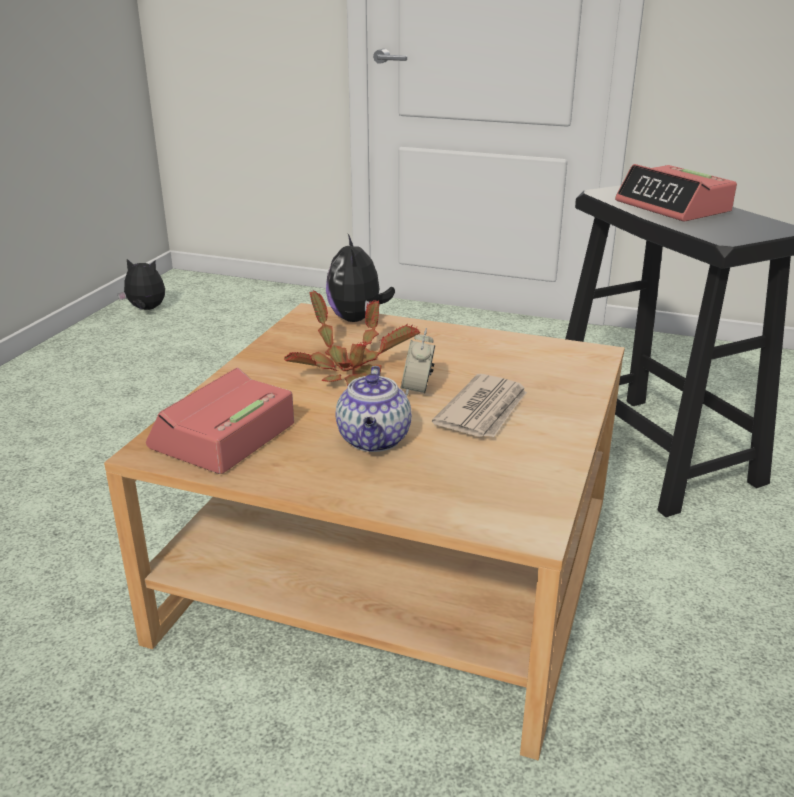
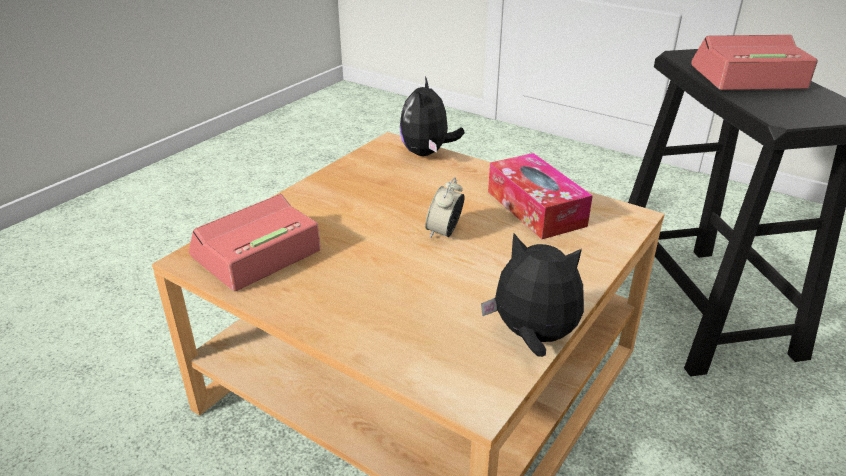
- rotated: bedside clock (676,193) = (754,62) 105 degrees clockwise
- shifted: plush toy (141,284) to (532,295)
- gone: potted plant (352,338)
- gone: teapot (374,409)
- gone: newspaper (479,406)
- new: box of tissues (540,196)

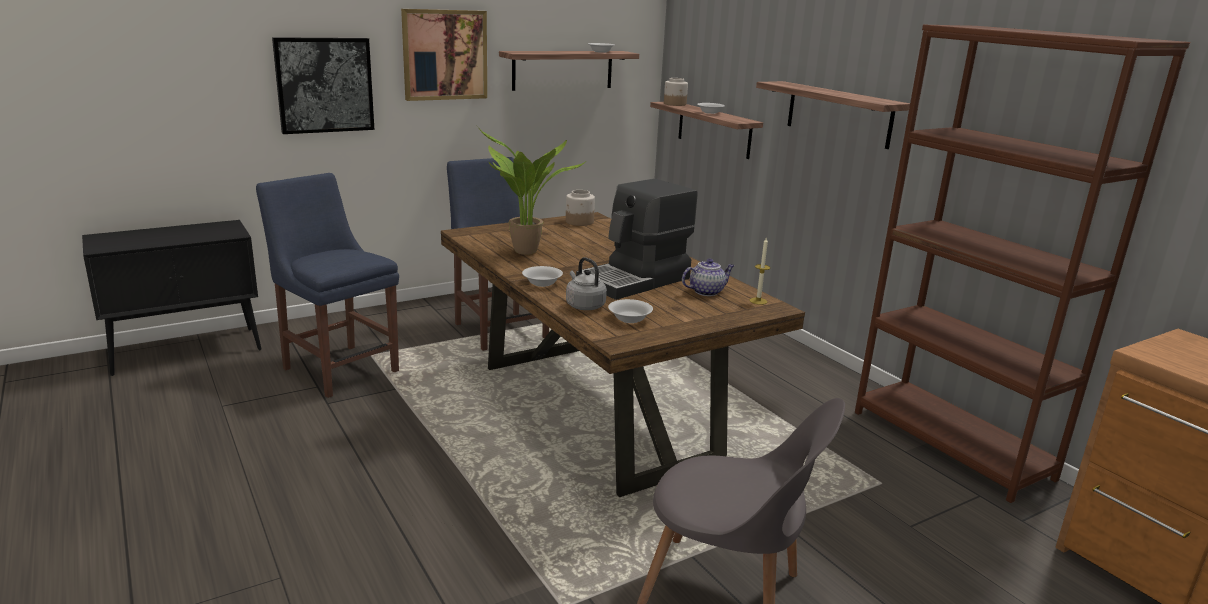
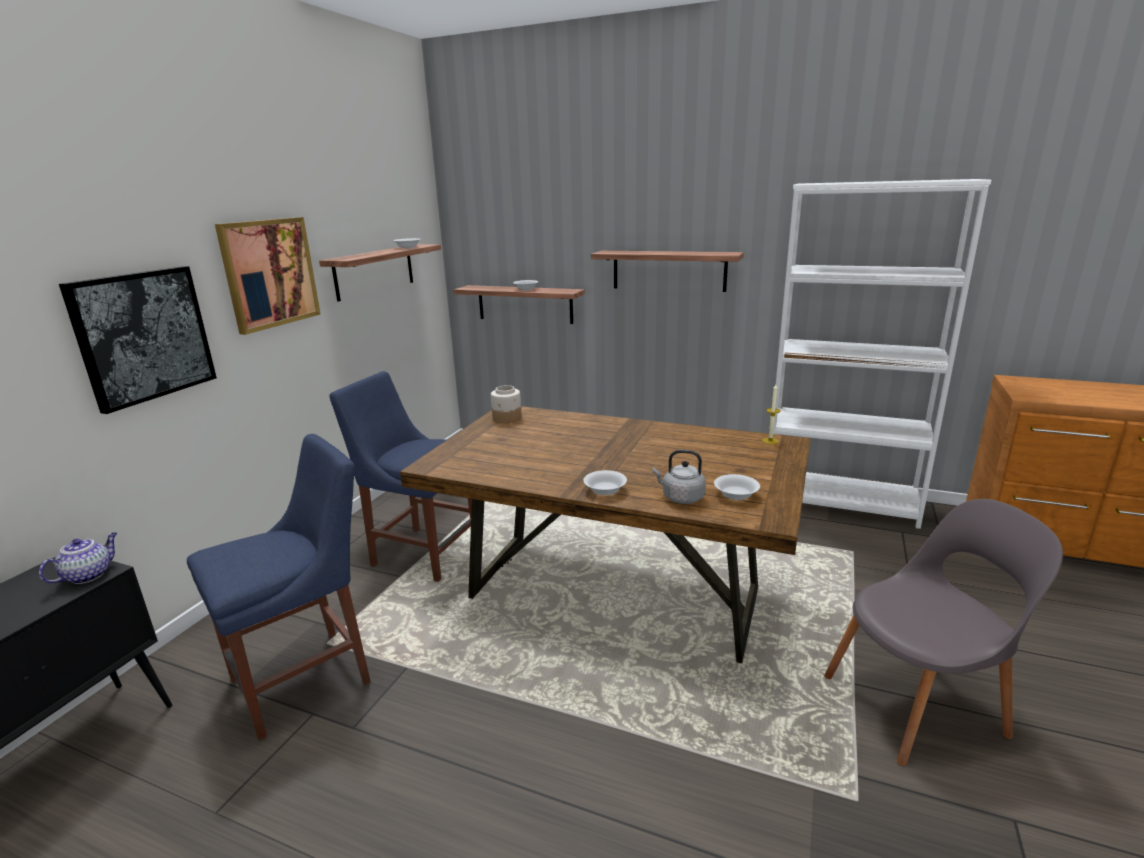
- repainted: brown shelving unit (1022,264) to whitish shelving unit (882,354)
- gone: storage jar (676,92)
- gone: potted plant (531,191)
- rotated: blue-coloured plain chair (327,285) = (279,587) 135 degrees clockwise
- gone: coffee brewer (637,239)
- shifted: teapot (708,277) to (78,558)

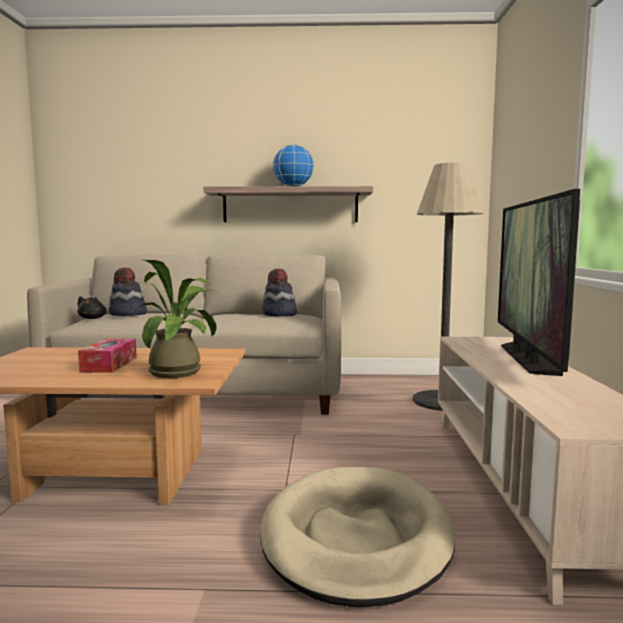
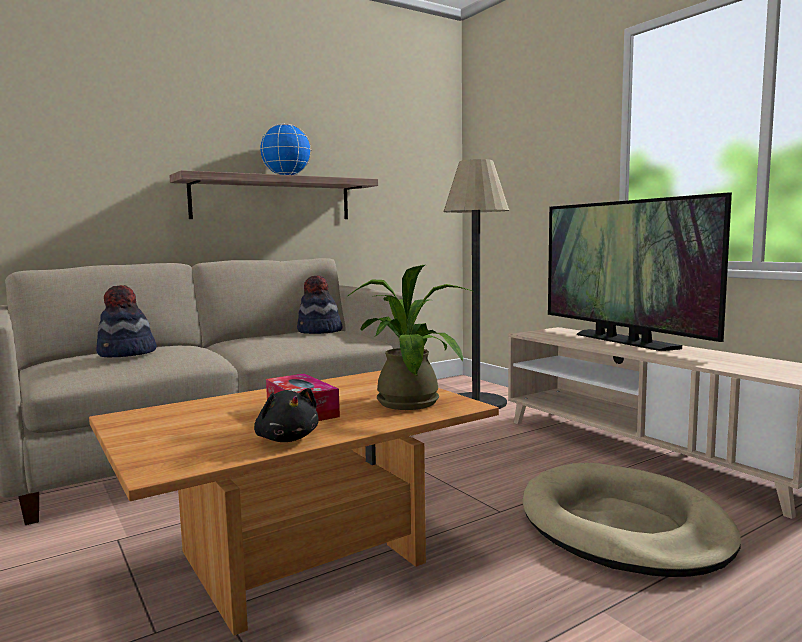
- shifted: blackish plush toy (92,307) to (286,415)

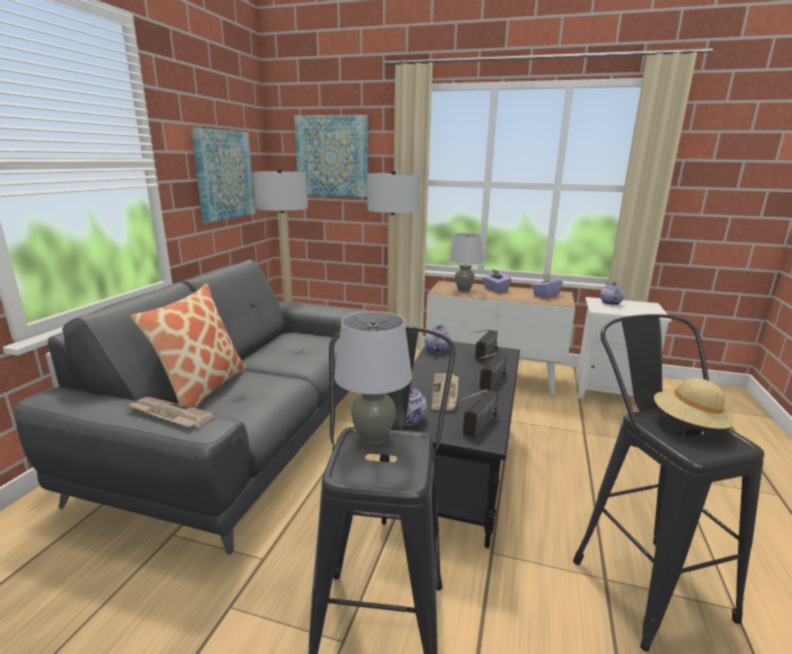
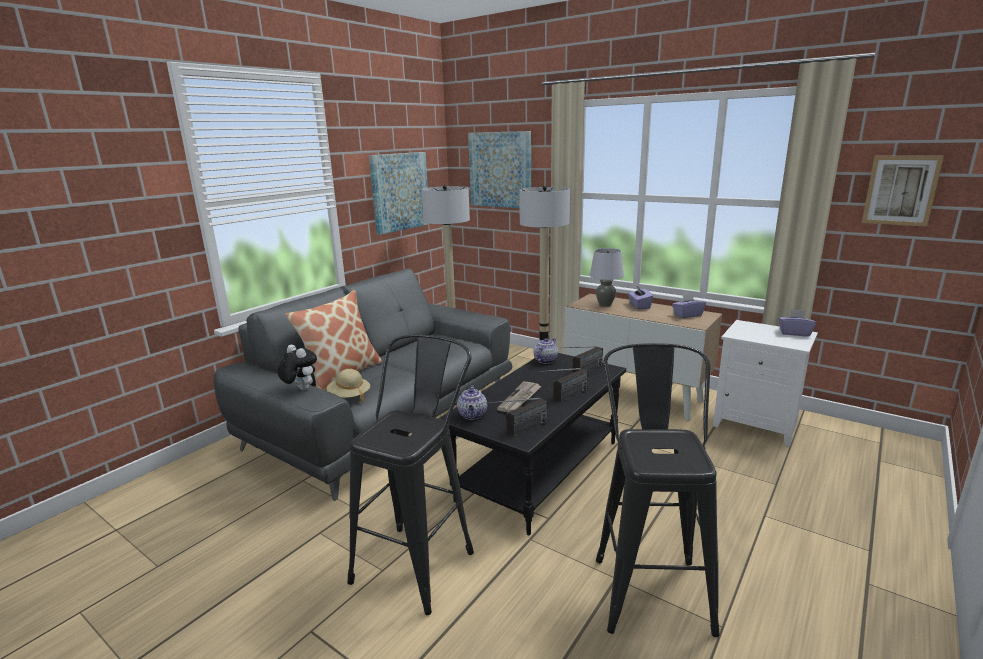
- gone: teapot (612,293)
- gone: gray lamp for a table (373,378)
- shifted: sand-coloured wearable hat (694,405) to (348,385)
- swapped: newspaper (172,412) to plush toy (297,367)
- new: picture (903,191)
- new: purplish box of tissues (797,322)

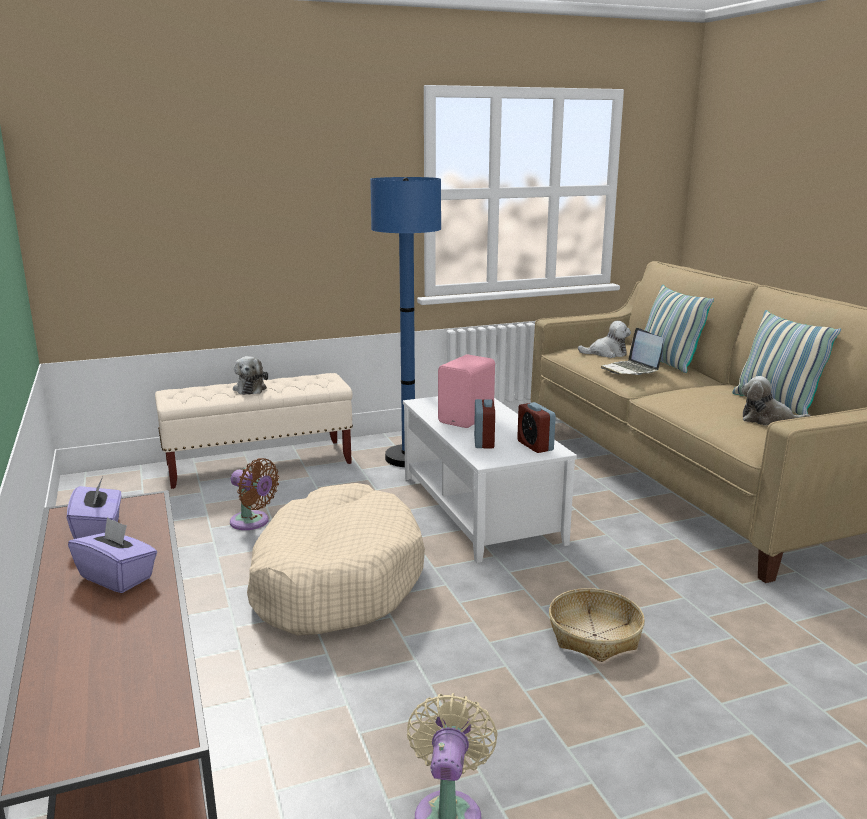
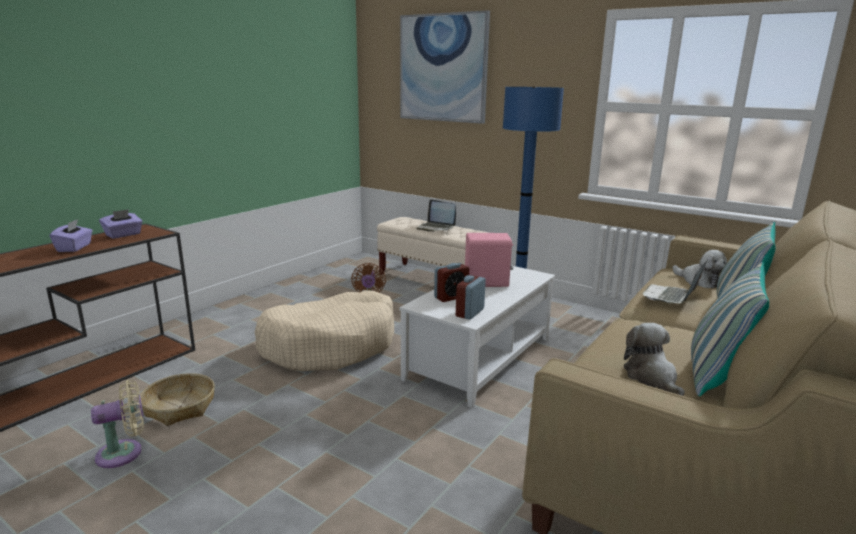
- swapped: plush toy (250,375) to portable computer (436,215)
- shifted: household basket (597,625) to (177,399)
- new: picture (445,67)

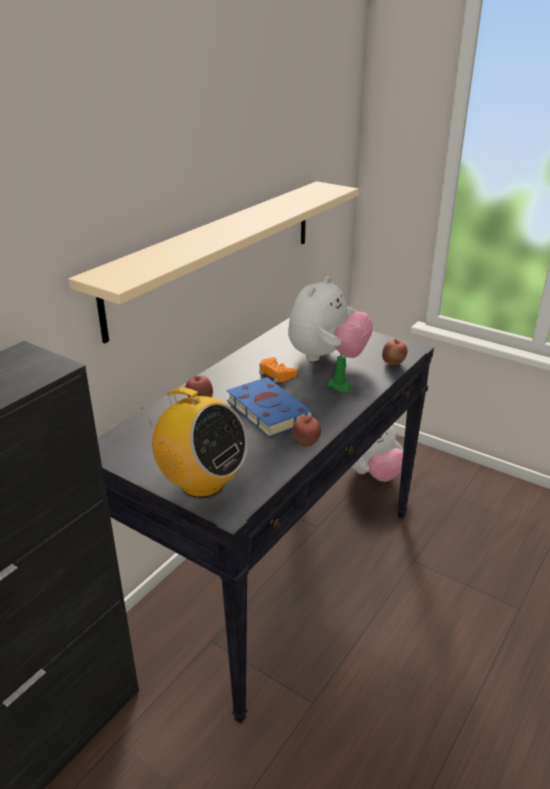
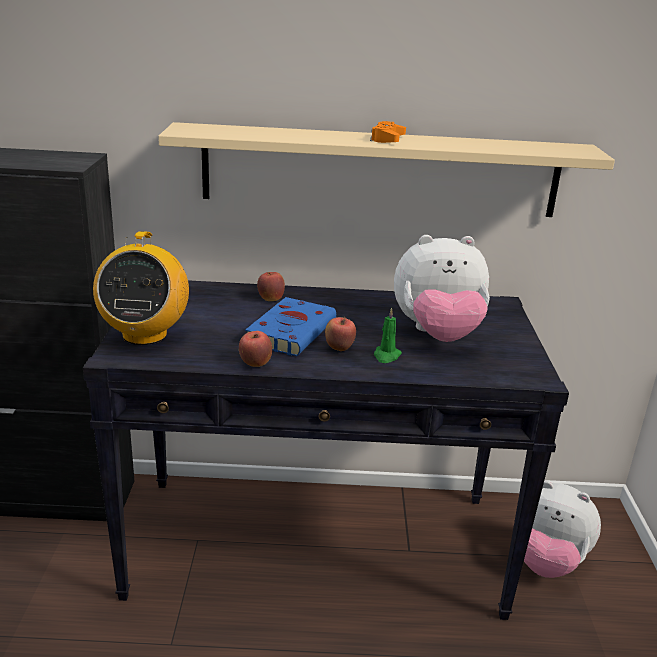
- shifted: apple (394,352) to (340,334)
- shifted: orangey game controller (278,370) to (388,132)

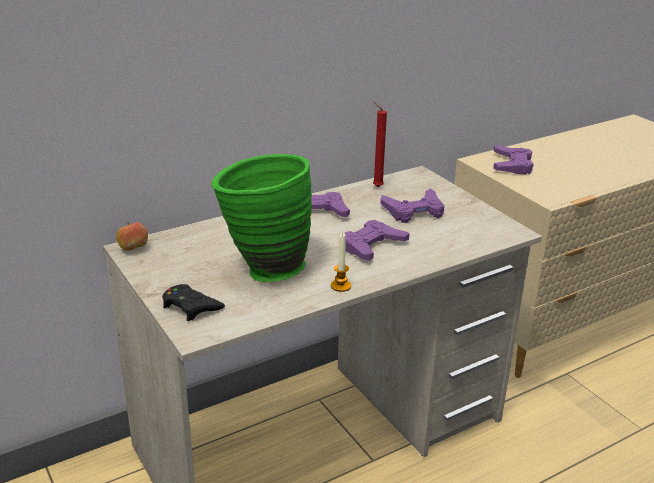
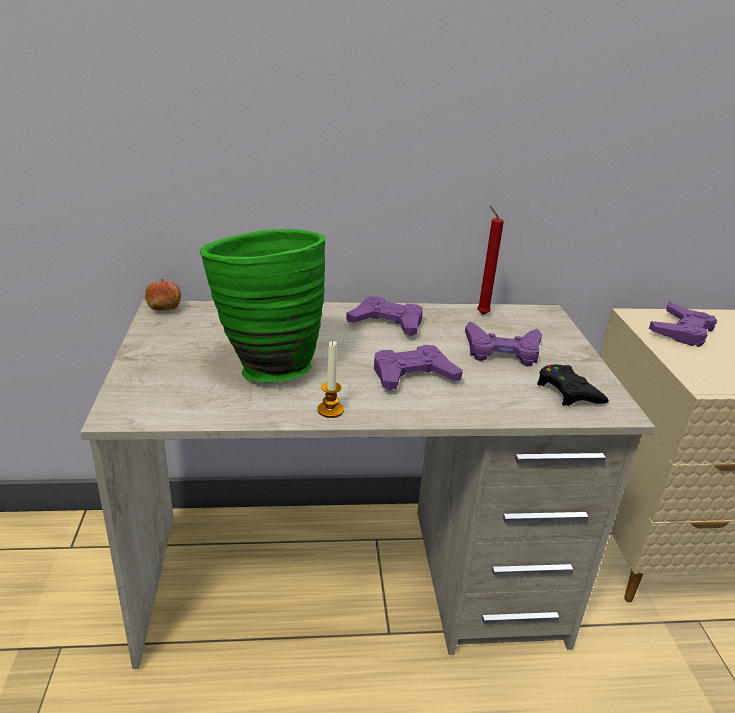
- shifted: blackish game controller (193,302) to (573,385)

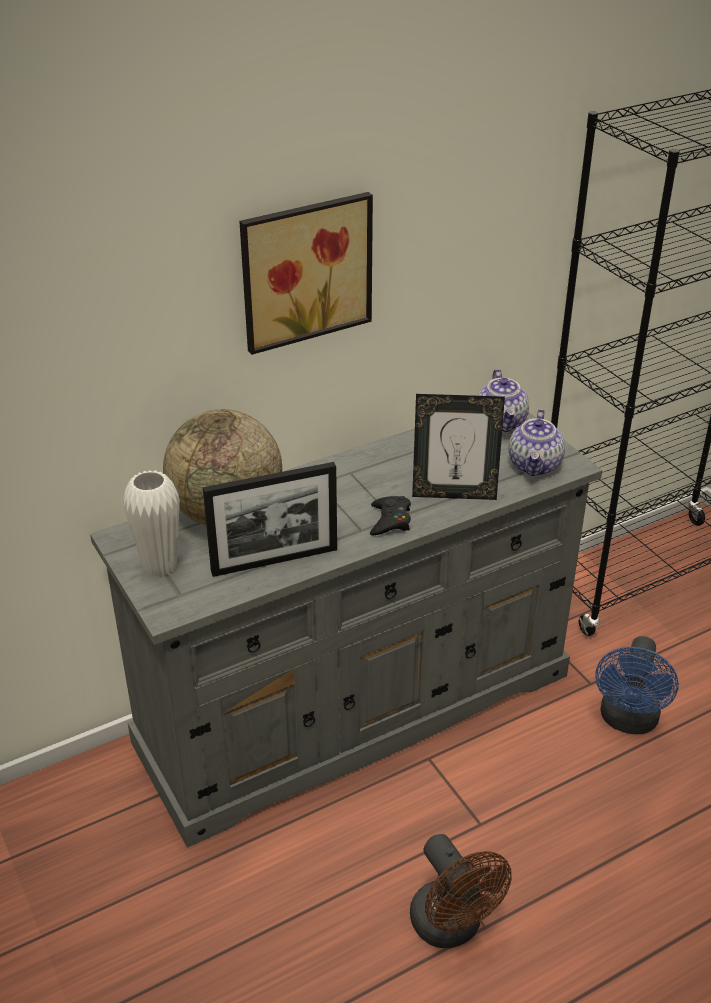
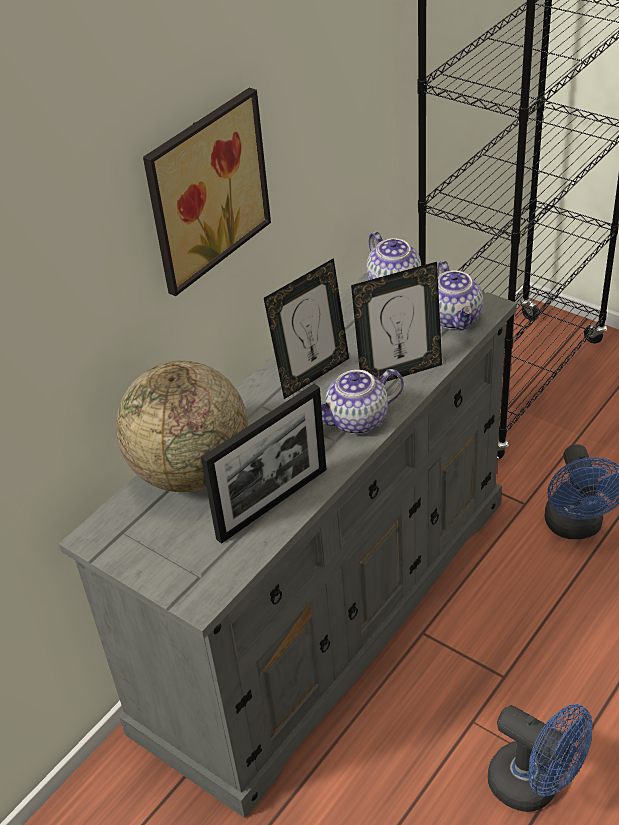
- gone: whitish vase (151,523)
- swapped: blackish game controller (390,515) to teapot (362,401)
- repainted: brown electric fan (461,891) to blue-coloured electric fan (540,758)
- new: photo frame (306,328)

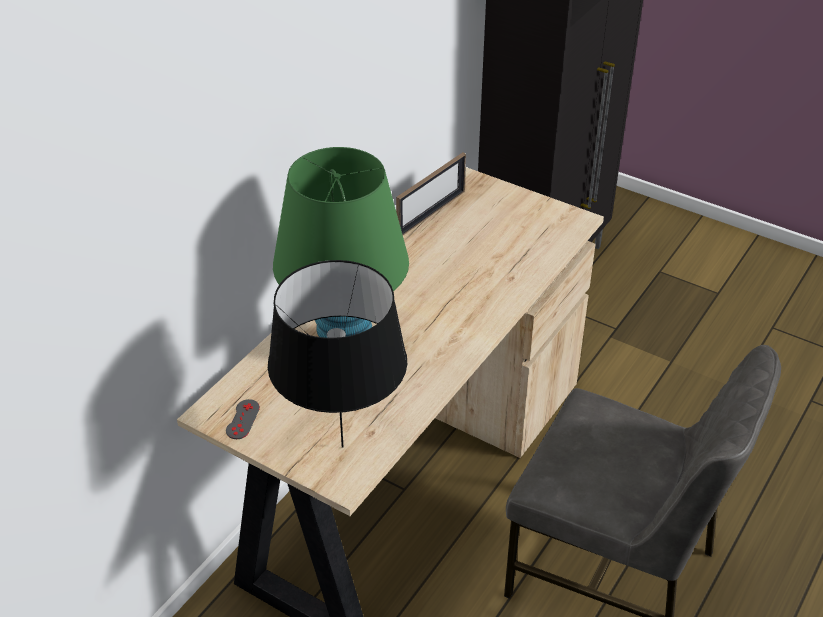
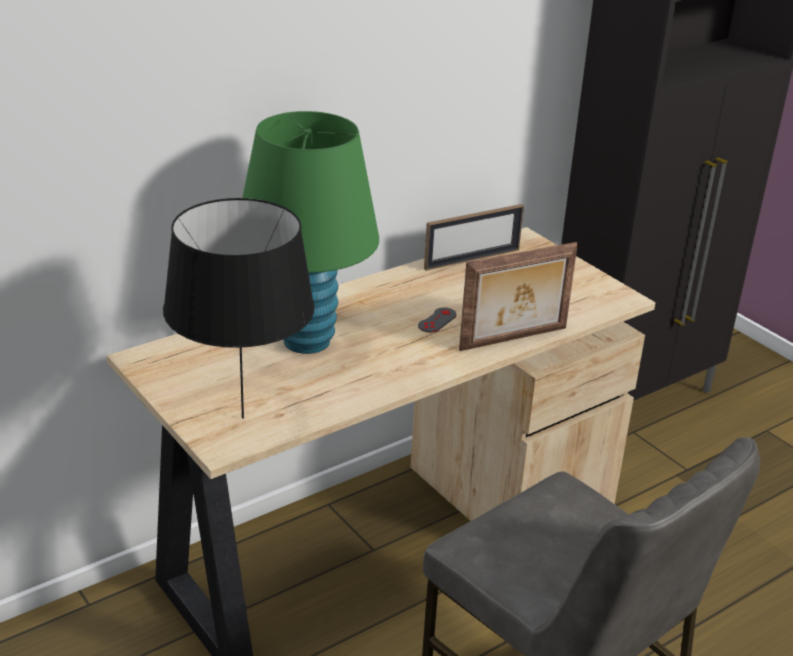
- shifted: gray game controller (243,419) to (437,320)
- new: photo frame (518,296)

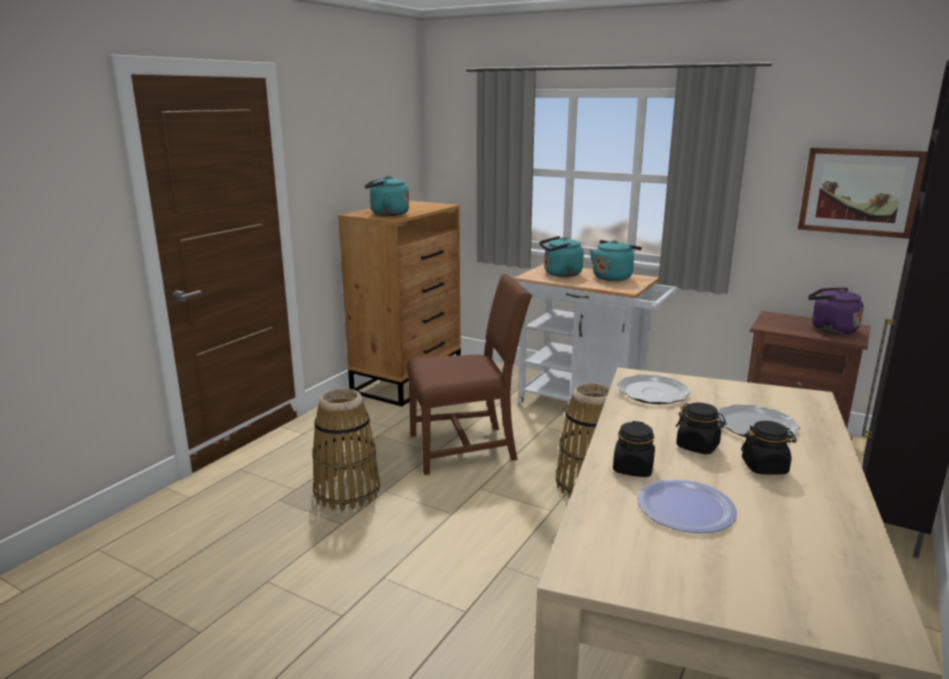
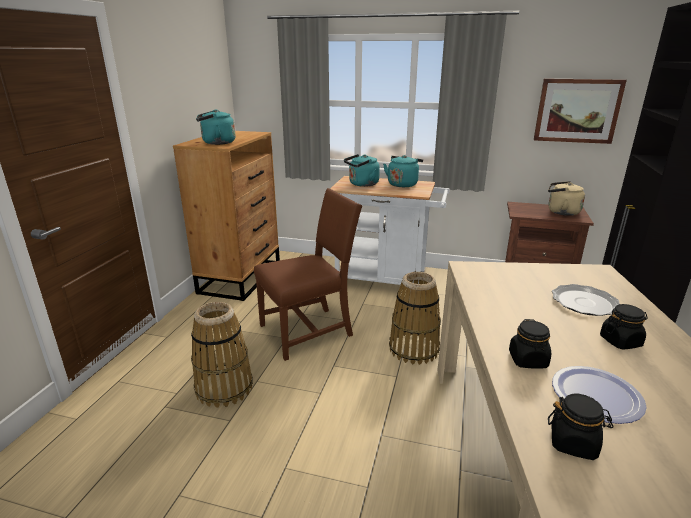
- repainted: purplish kettle (836,310) to sand-coloured kettle (566,198)
- gone: flat dish (654,389)
- shifted: blackish storage jar (701,428) to (580,427)

